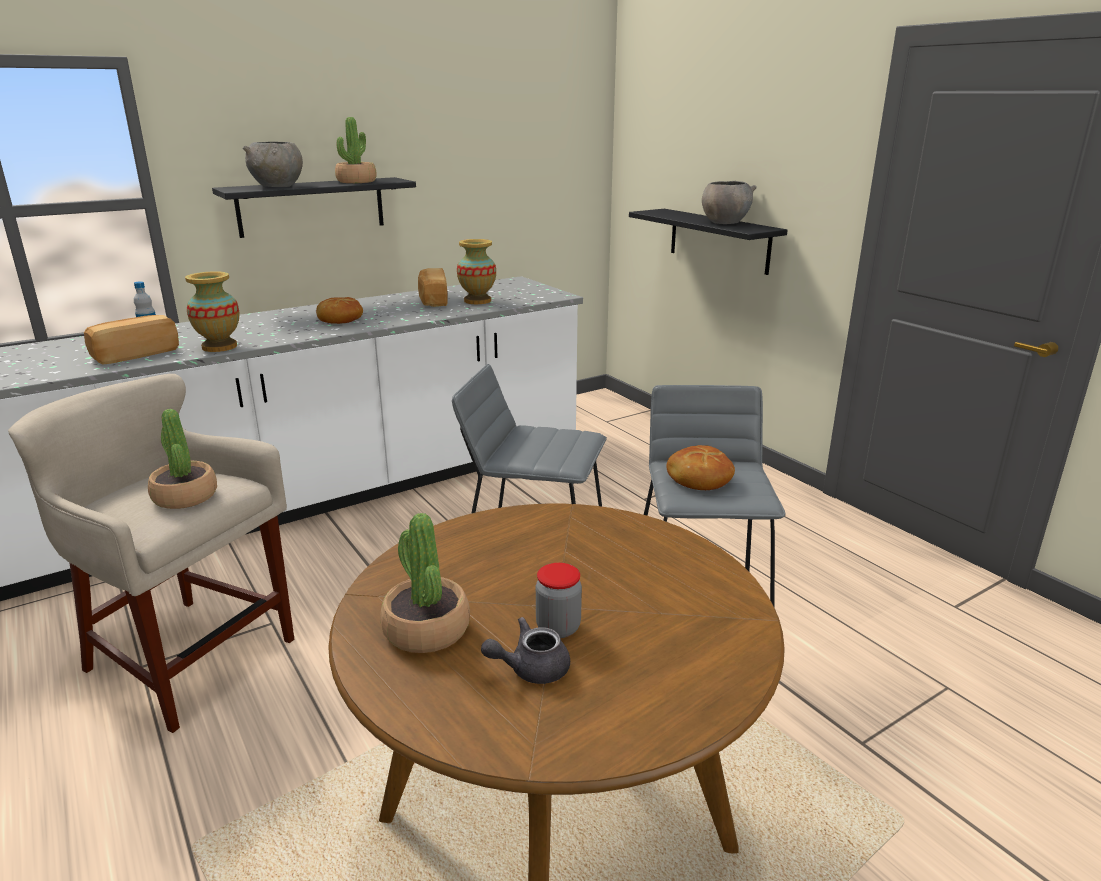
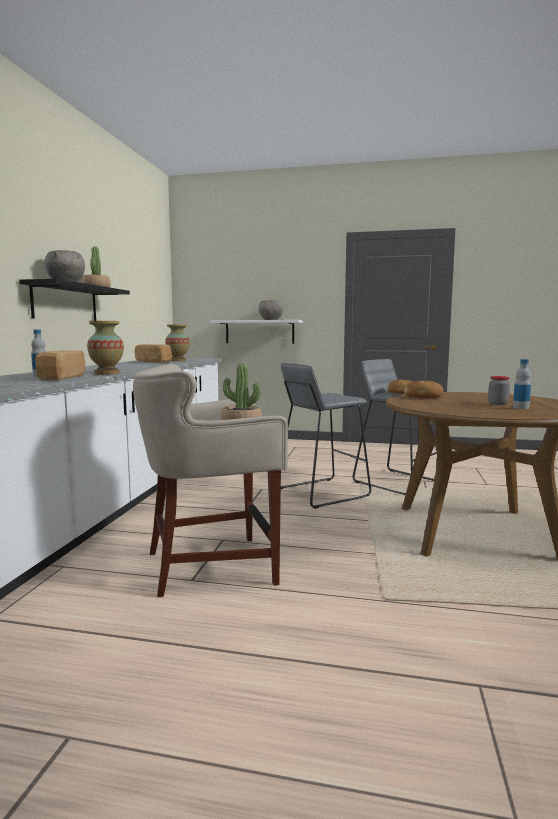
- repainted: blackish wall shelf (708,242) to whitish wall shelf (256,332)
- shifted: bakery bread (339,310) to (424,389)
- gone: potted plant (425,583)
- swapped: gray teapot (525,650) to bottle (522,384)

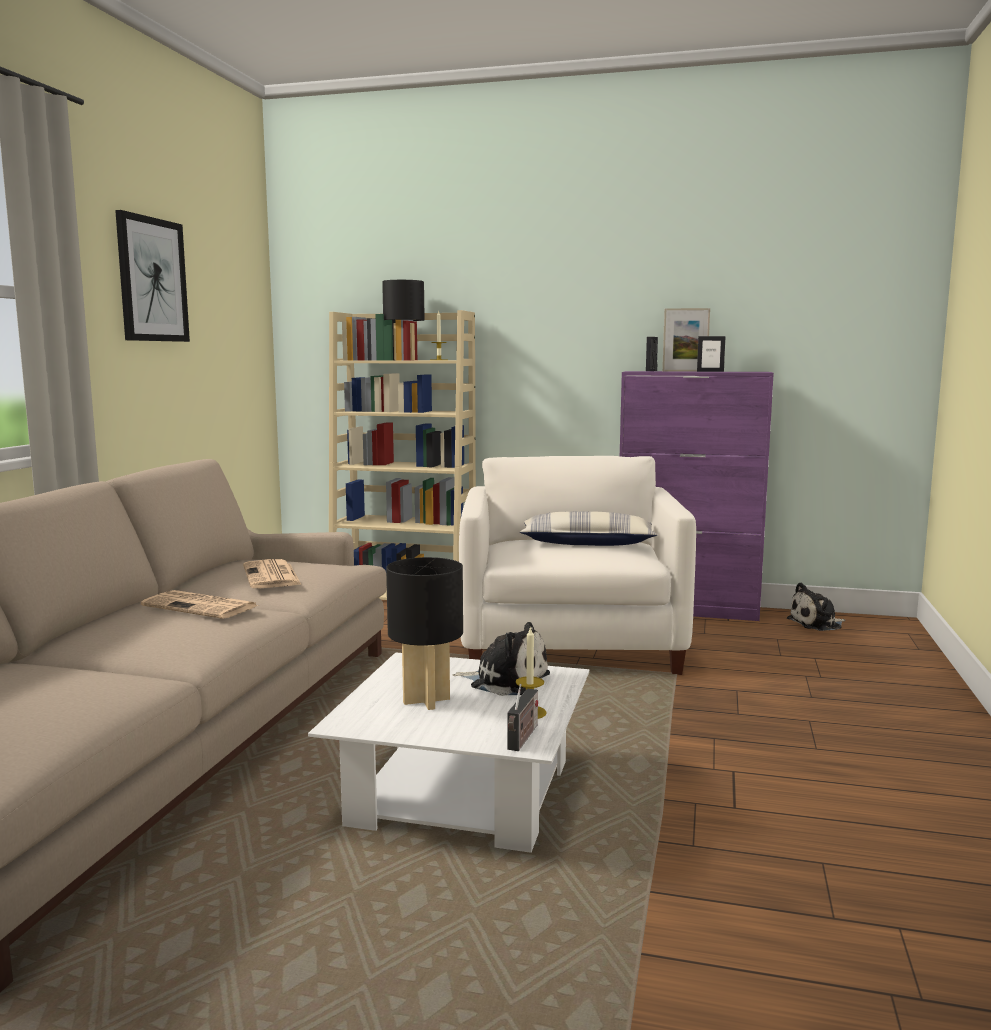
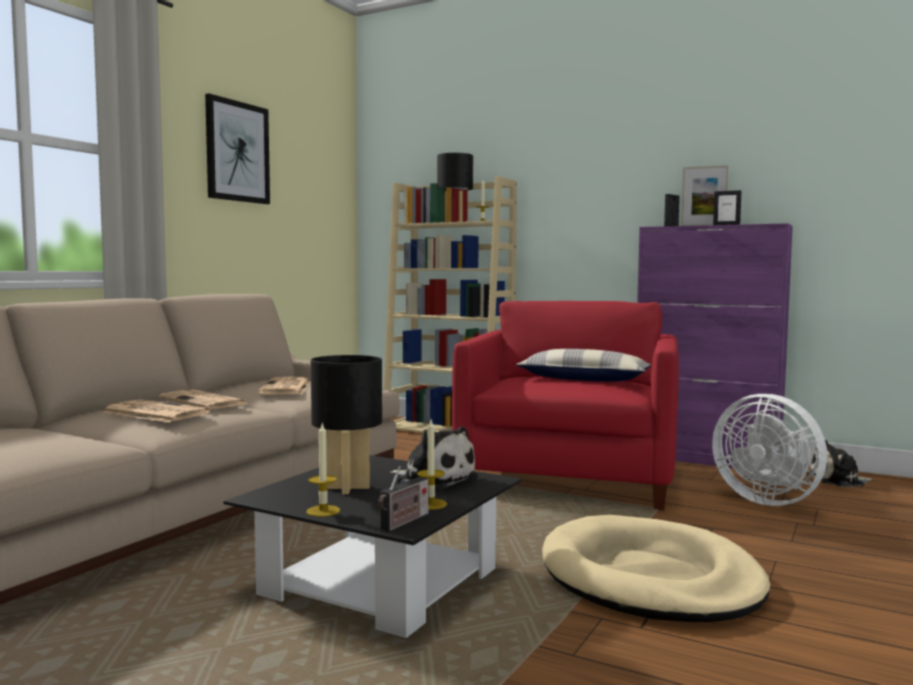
- repainted: whitish lounge chair (577,565) to reddish lounge chair (565,406)
- repainted: whitish coffee table (448,752) to blackish coffee table (372,546)
- new: whitish electric fan (769,450)
- new: newspaper (156,410)
- new: wax light (323,469)
- new: sand-coloured dog cushion (656,568)

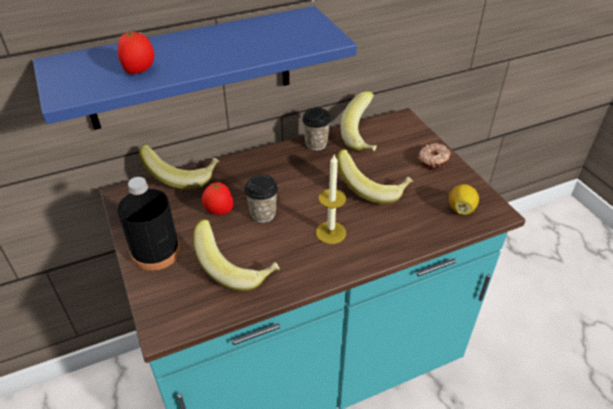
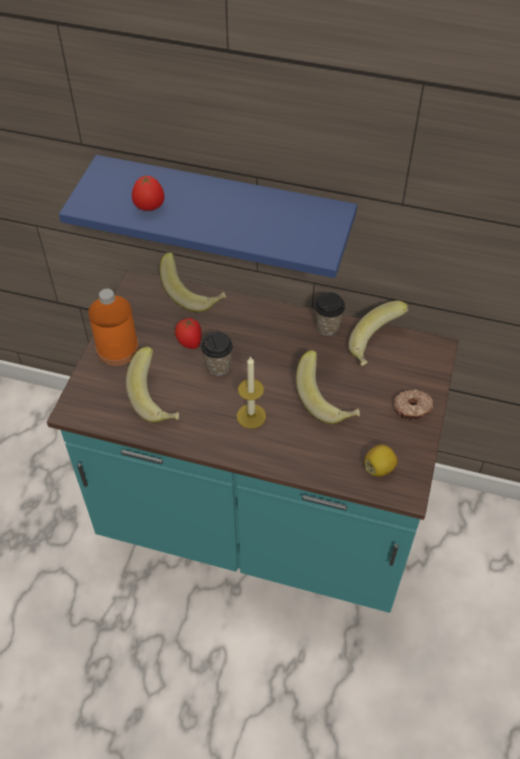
- repainted: blackish bottle (148,224) to orangey bottle (113,327)

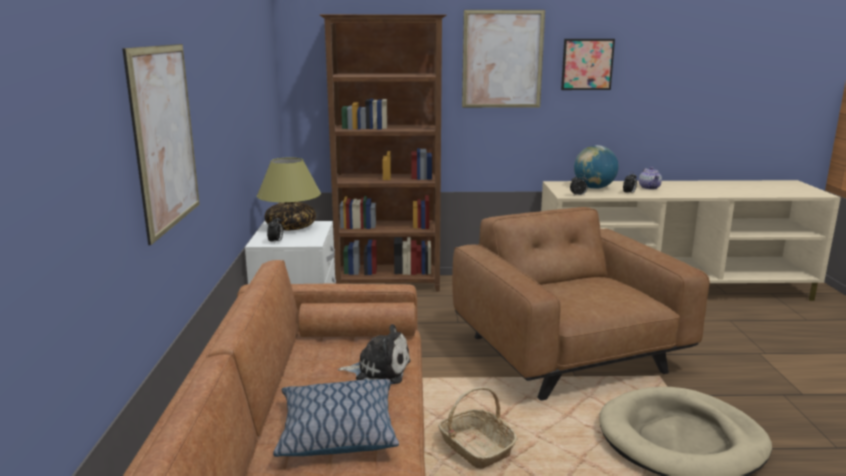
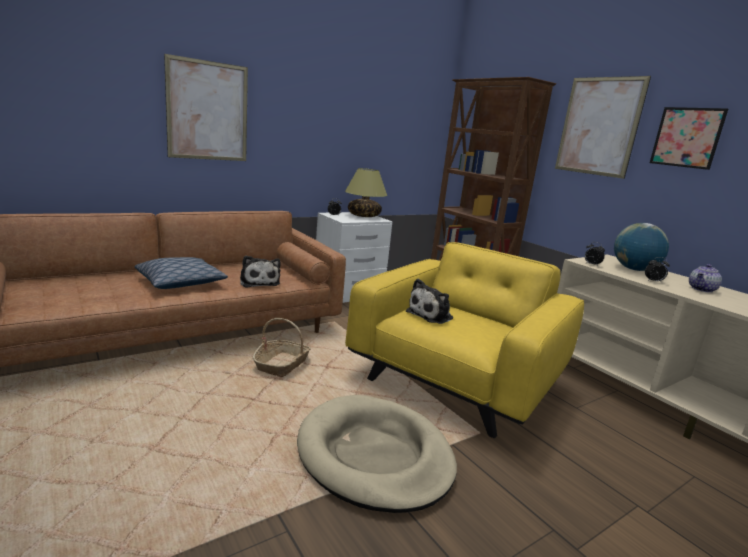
- repainted: brown lounge chair (581,303) to yellow lounge chair (464,340)
- new: plush toy (429,301)

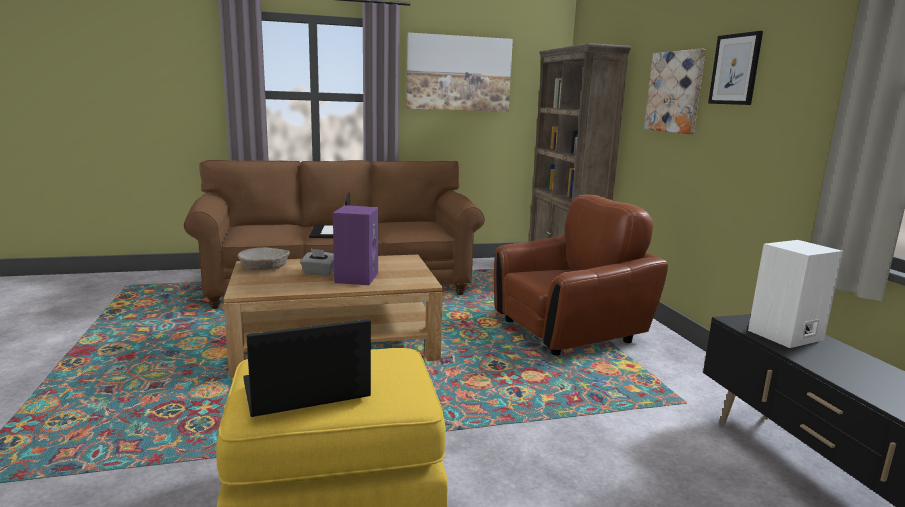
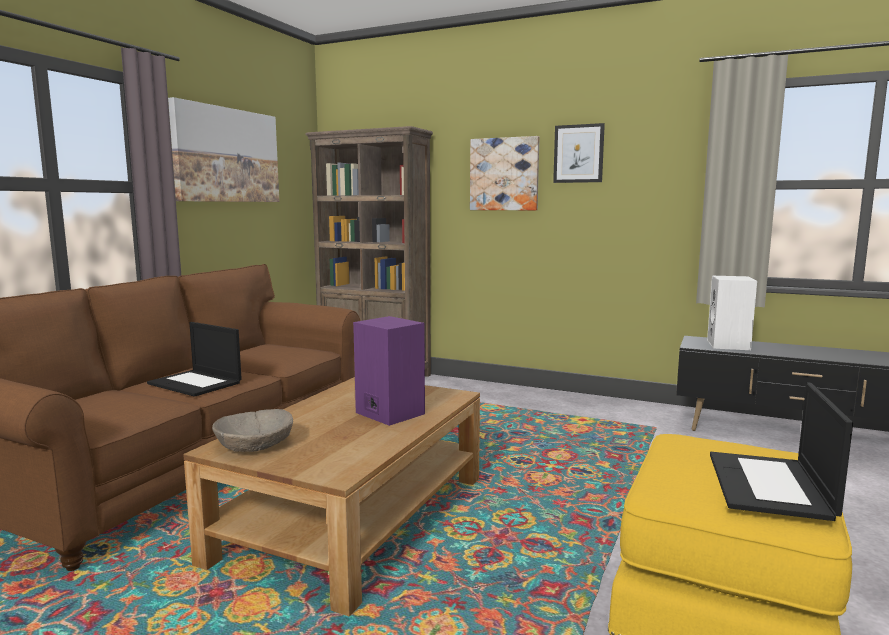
- gone: brown lounge chair (581,275)
- gone: gray box of tissues (317,262)

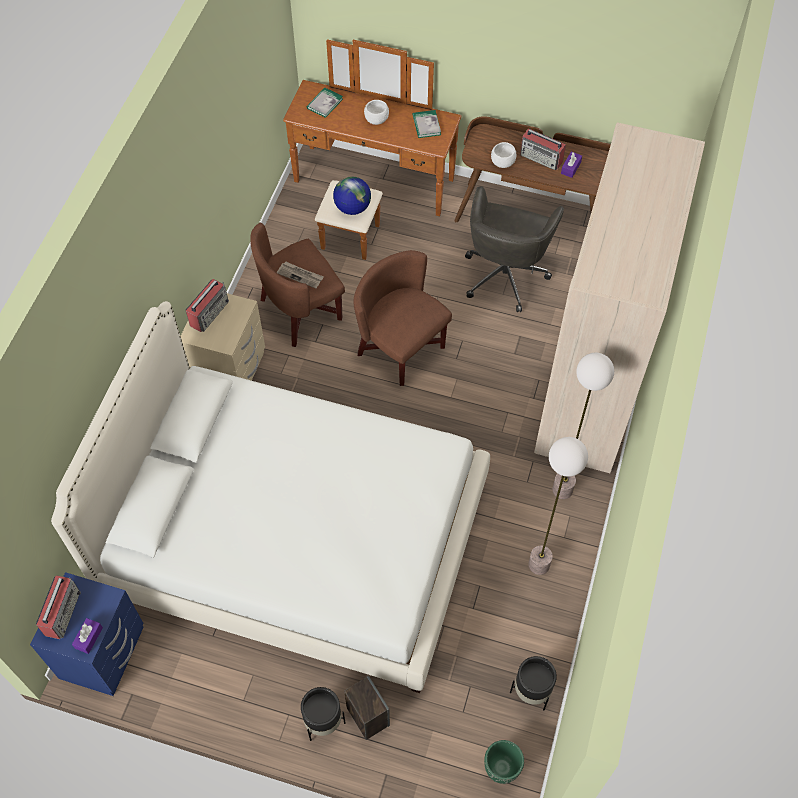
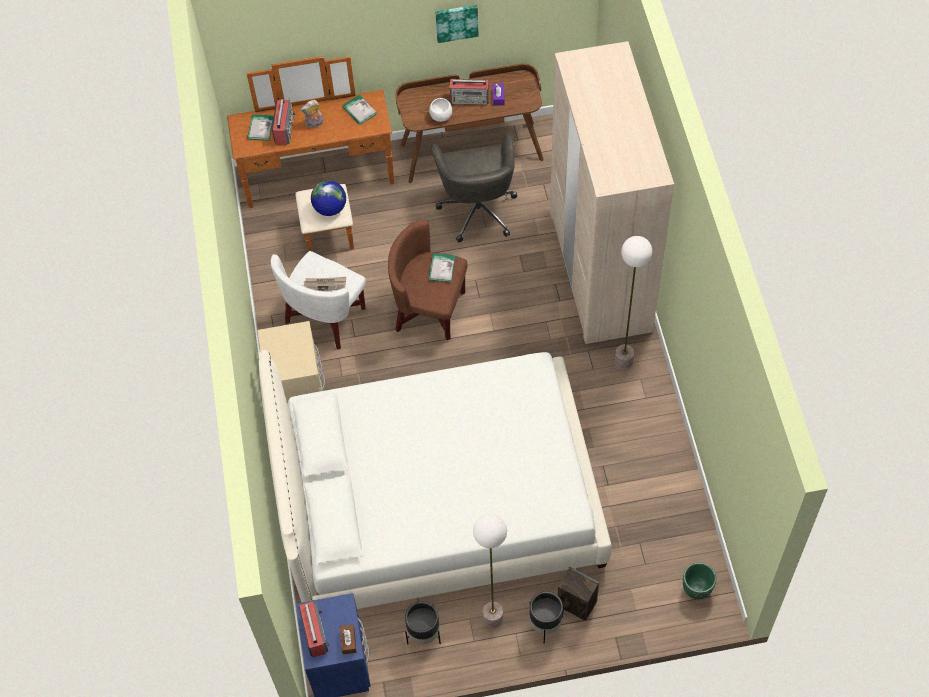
- swapped: whitish deep dish (376,112) to plush toy (311,114)
- repainted: brown lounge chair (297,285) to whitish lounge chair (318,300)
- shifted: radio receiver (207,305) to (283,121)
- shifted: standard lamp (558,506) to (490,571)
- repainted: purplish box of tissues (87,636) to brown box of tissues (348,639)
- shifted: blackish plant pot (533,683) to (423,622)
- new: picture (456,24)
- new: volume (442,268)

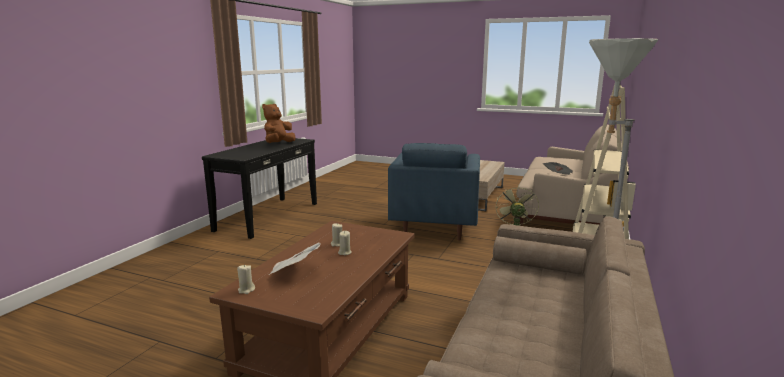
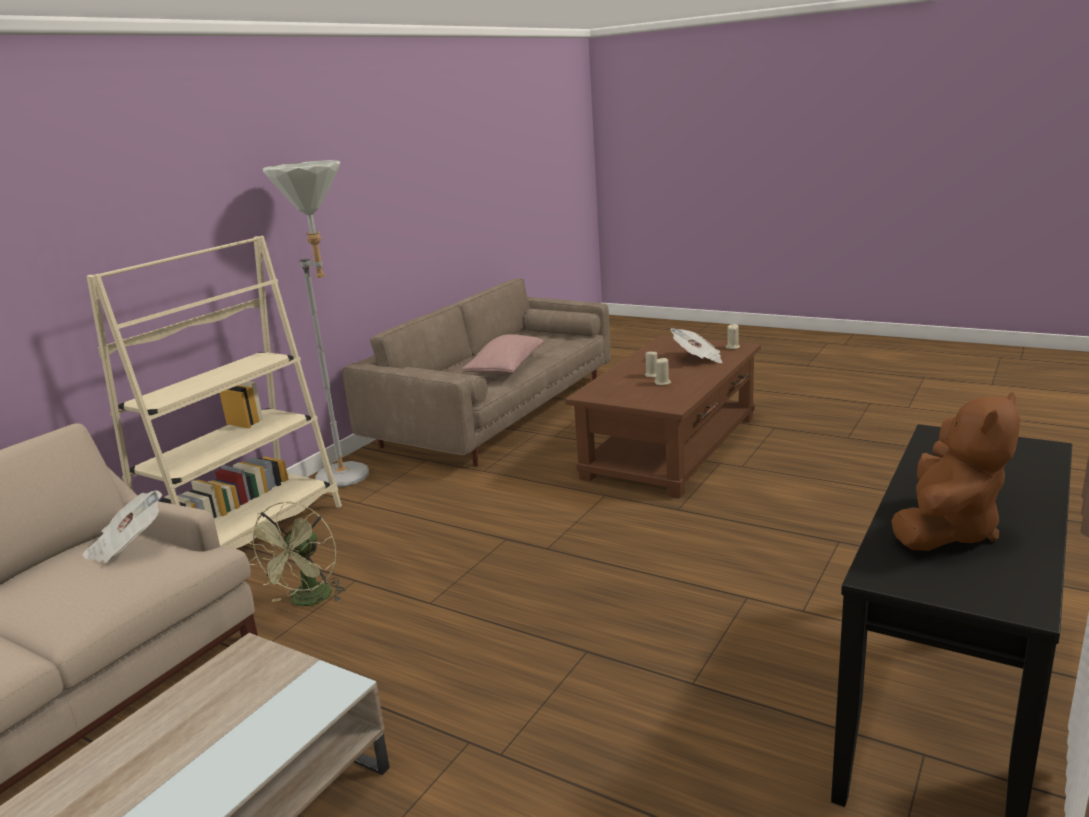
- gone: blue-coloured lounge chair (434,192)
- new: pink-coloured throw pillow (502,354)

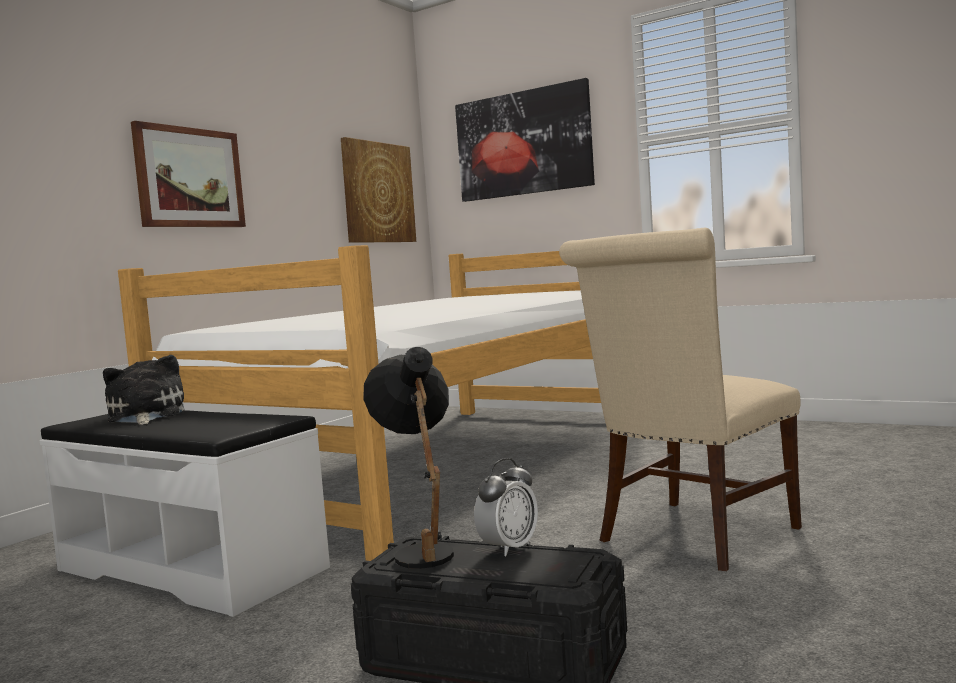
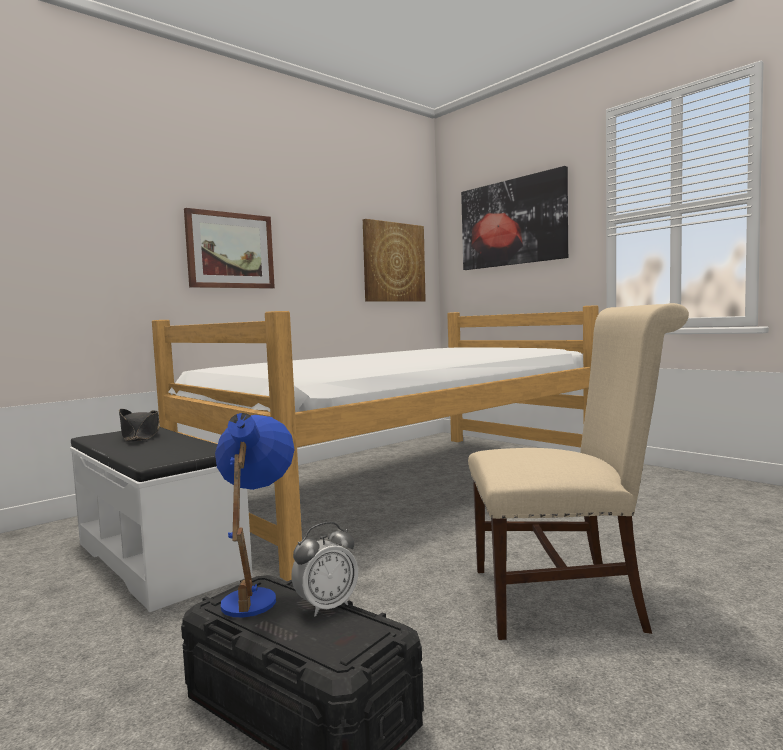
- rotated: sand-coloured plain chair (680,399) = (578,471) 150 degrees counterclockwise
- repainted: blackish lamp for a table (408,458) to blue-coloured lamp for a table (255,515)
- swapped: plush toy (144,390) to blackish wearable hat (139,425)

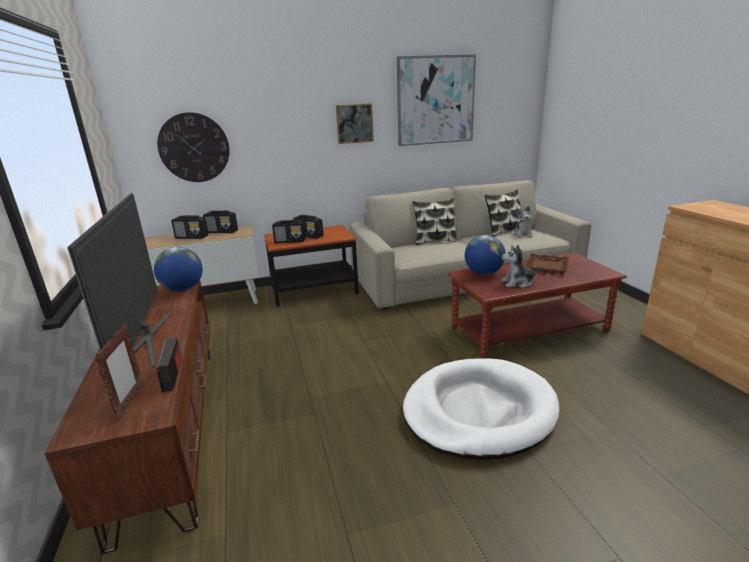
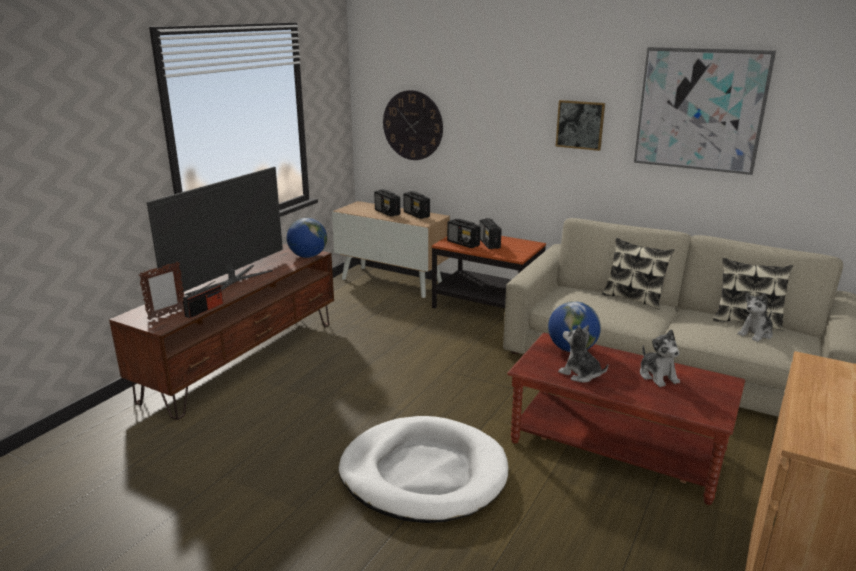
- swapped: brown tray (547,264) to plush toy (660,358)

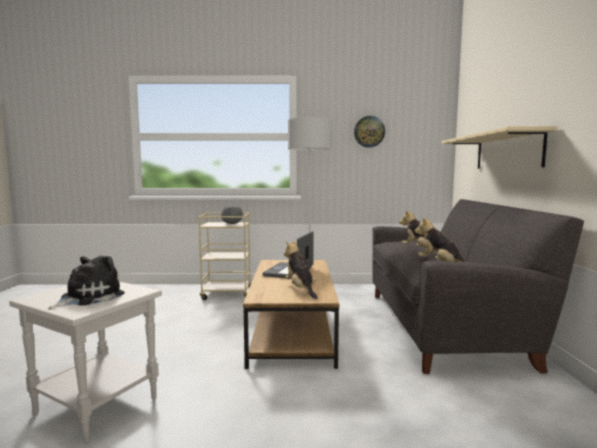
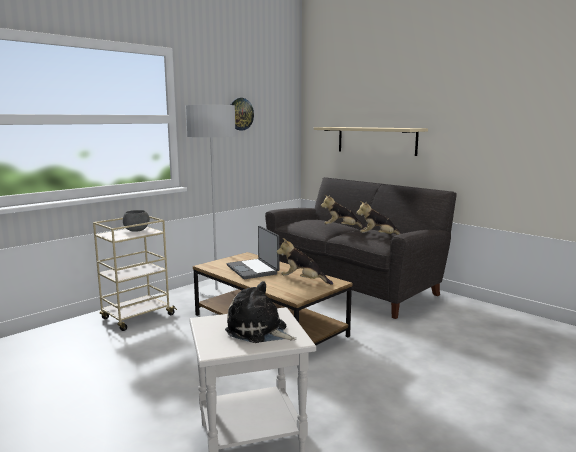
- rotated: plush toy (86,282) = (261,312) 45 degrees counterclockwise

